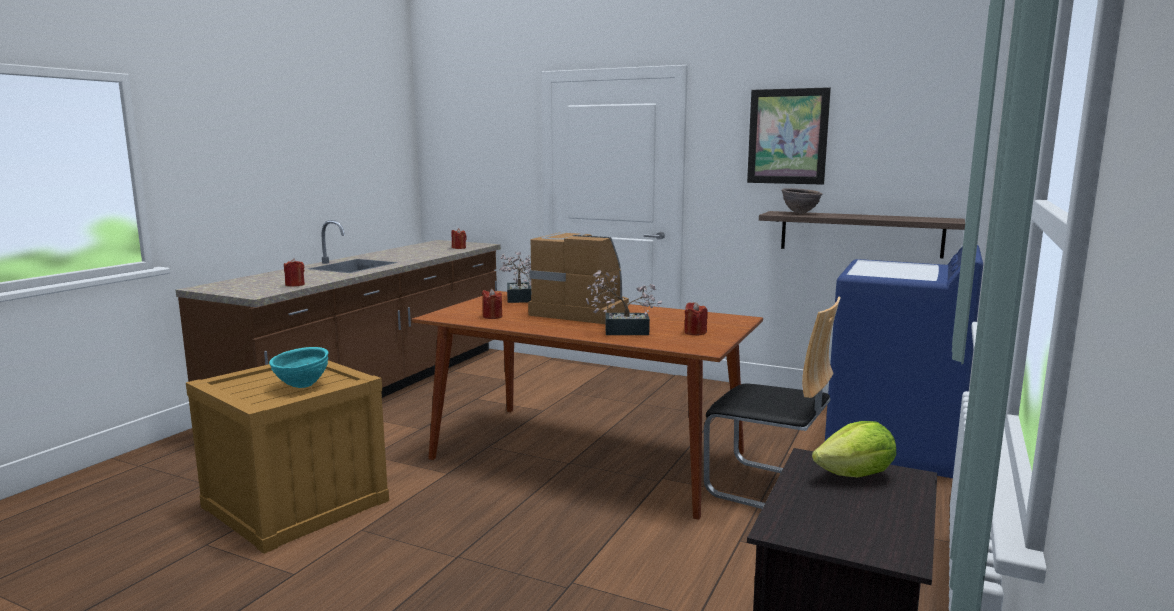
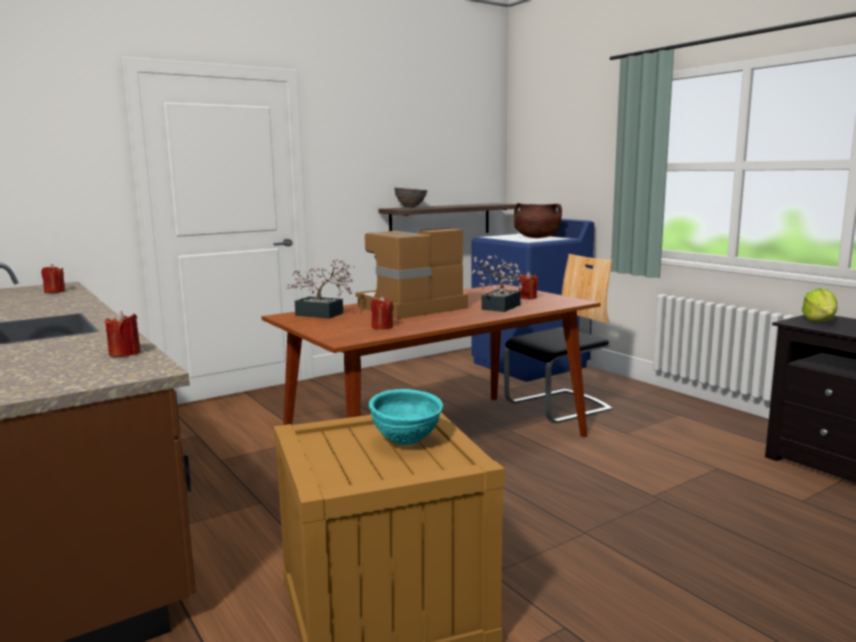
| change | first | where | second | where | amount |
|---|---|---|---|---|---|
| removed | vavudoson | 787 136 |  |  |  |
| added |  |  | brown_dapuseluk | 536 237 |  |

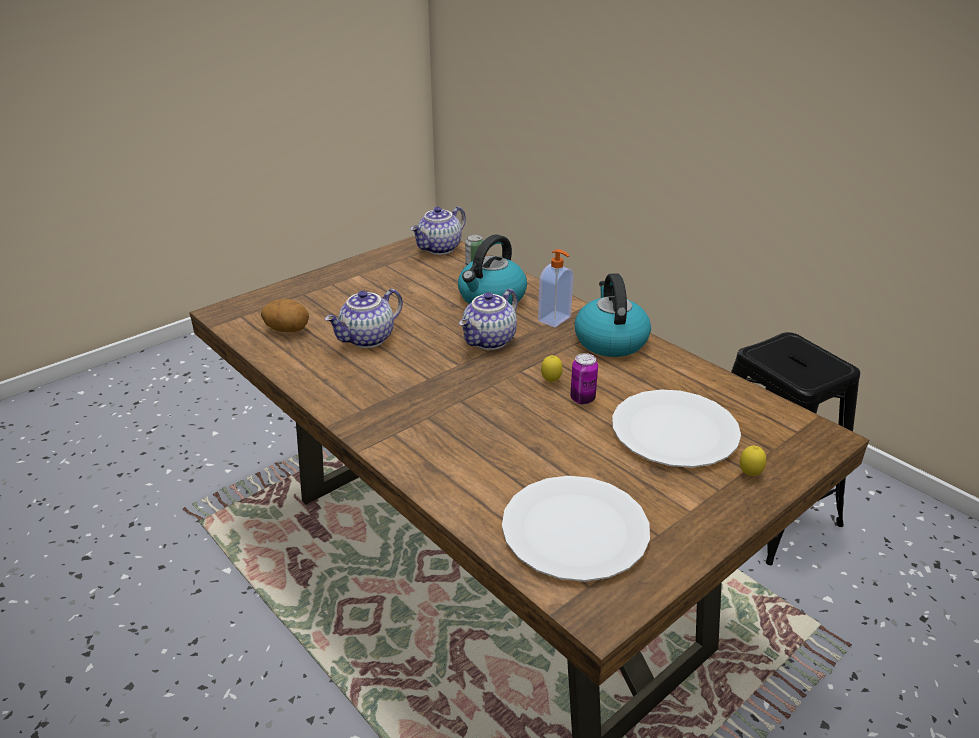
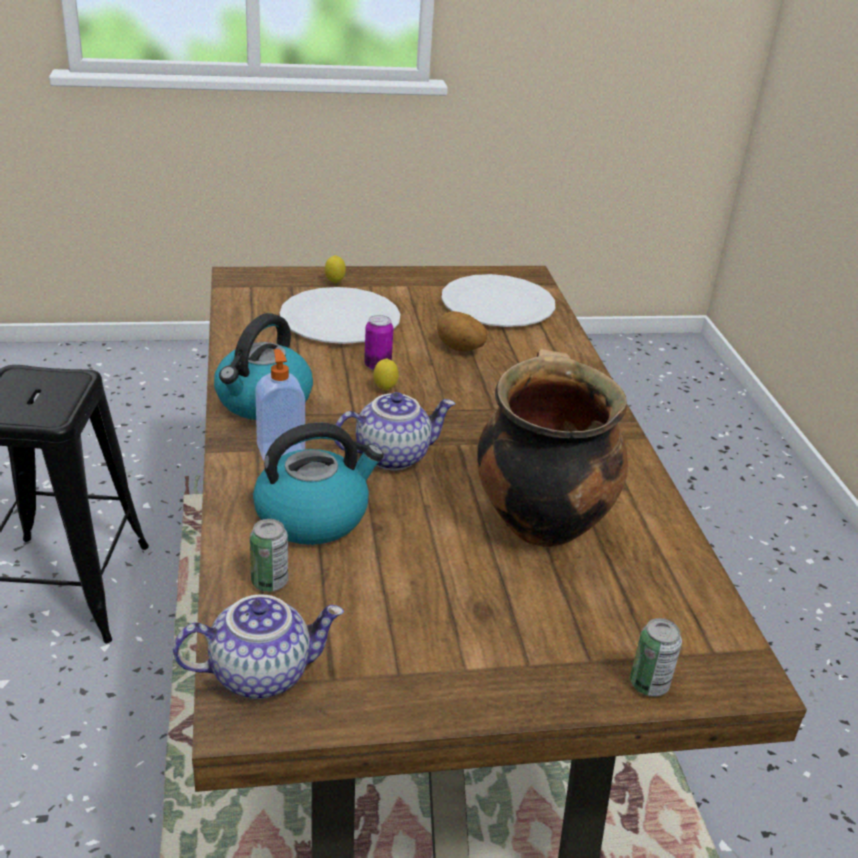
| change | first | where | second | where | amount |
|---|---|---|---|---|---|
| replaced | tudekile | 368 339 | dapuseluk | 539 521 |  |
| moved | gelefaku | 287 330 |  | 459 349 |  |
| added |  |  | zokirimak | 649 684 |  |

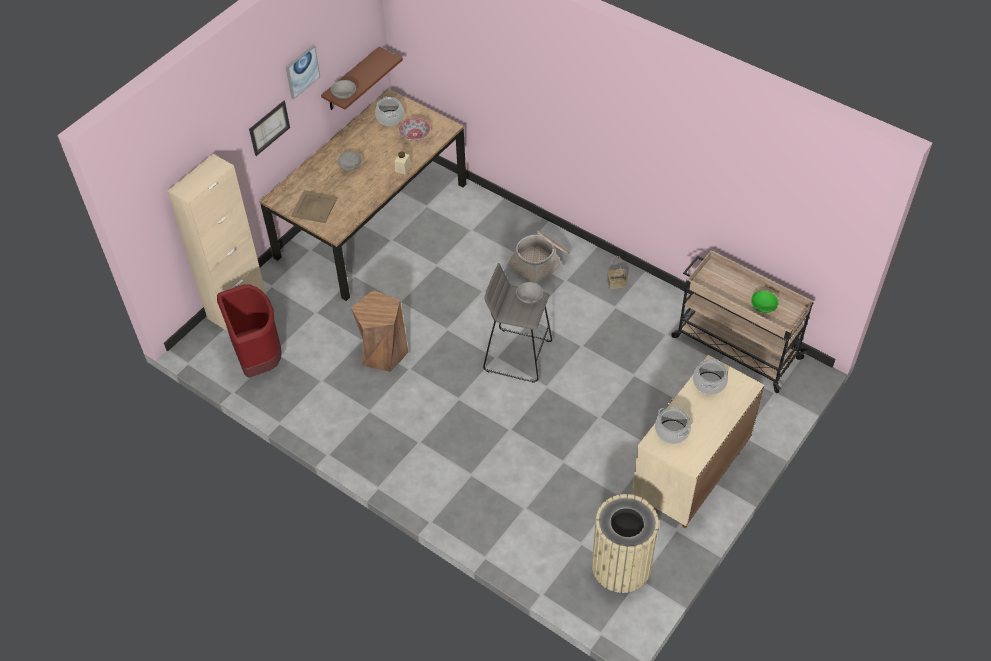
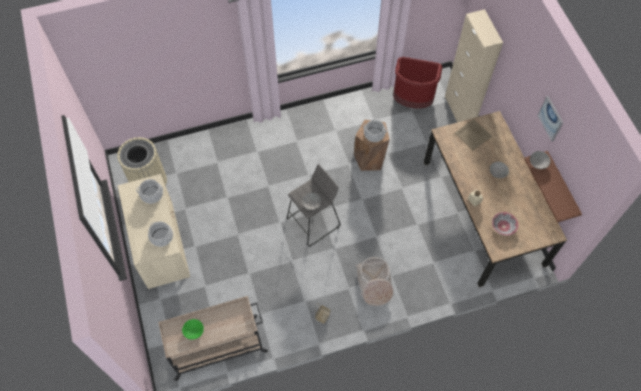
| change | first | where | second | where | amount |
|---|---|---|---|---|---|
| moved | dapuseluk | 389 118 |  | 374 134 |  |
| removed | vavudoson | 269 127 |  |  |  |

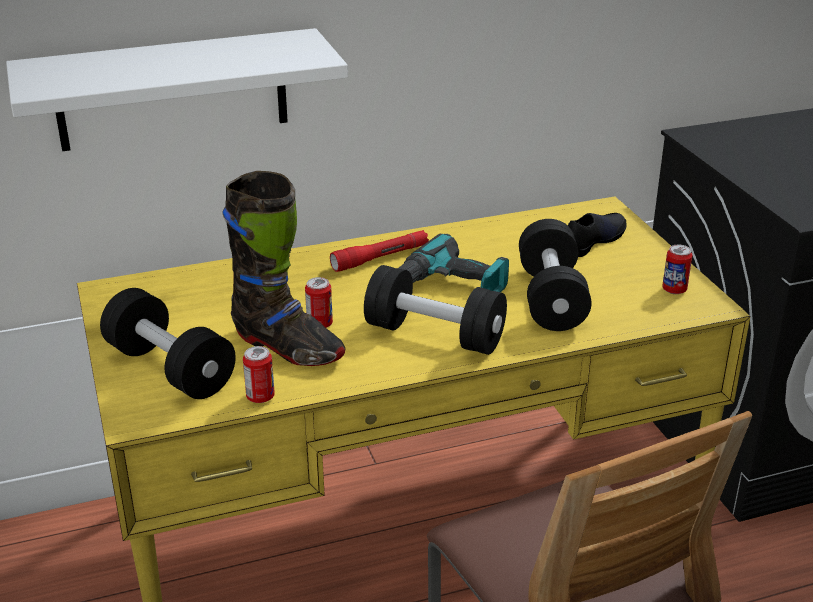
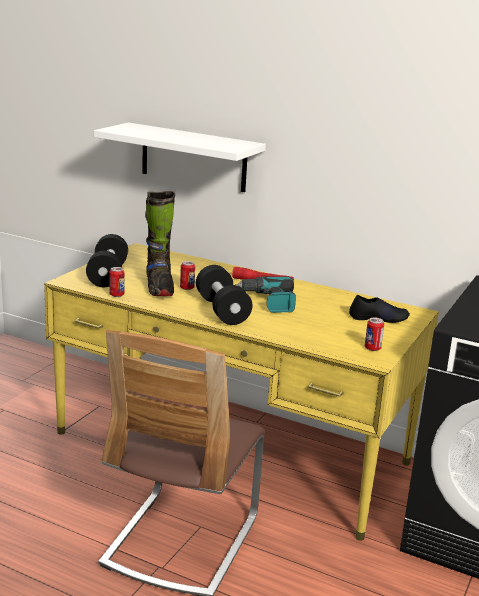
| change | first | where | second | where | amount |
|---|---|---|---|---|---|
| removed | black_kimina | 551 298 |  |  |  |

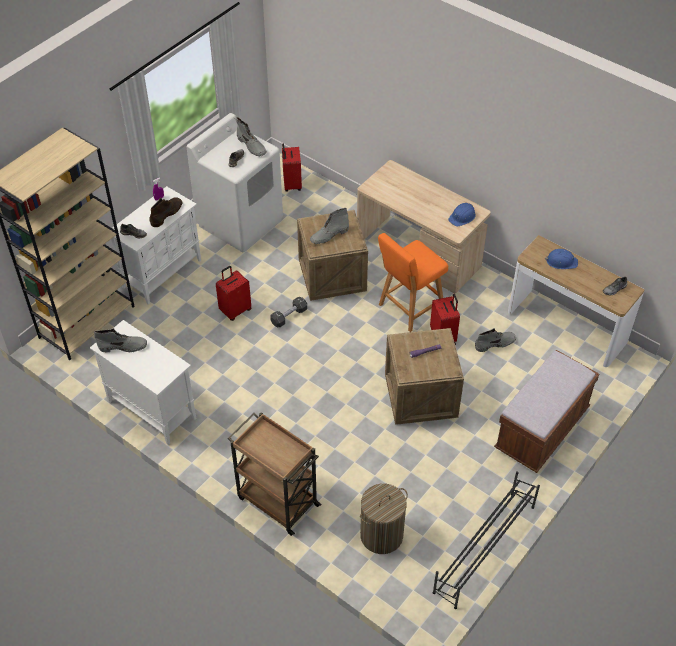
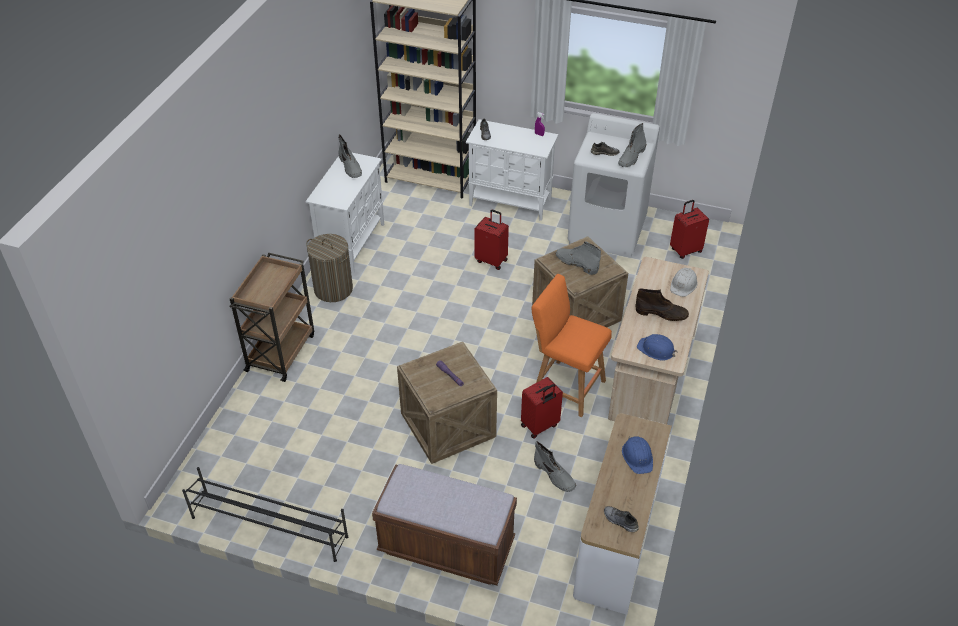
| change | first | where | second | where | amount |
|---|---|---|---|---|---|
| moved | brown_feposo | 166 214 |  | 661 313 |  |
| removed | black_kimina | 289 316 |  |  |  |
| moved | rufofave | 381 535 |  | 333 289 |  |
| added |  |  | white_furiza | 683 285 |  |

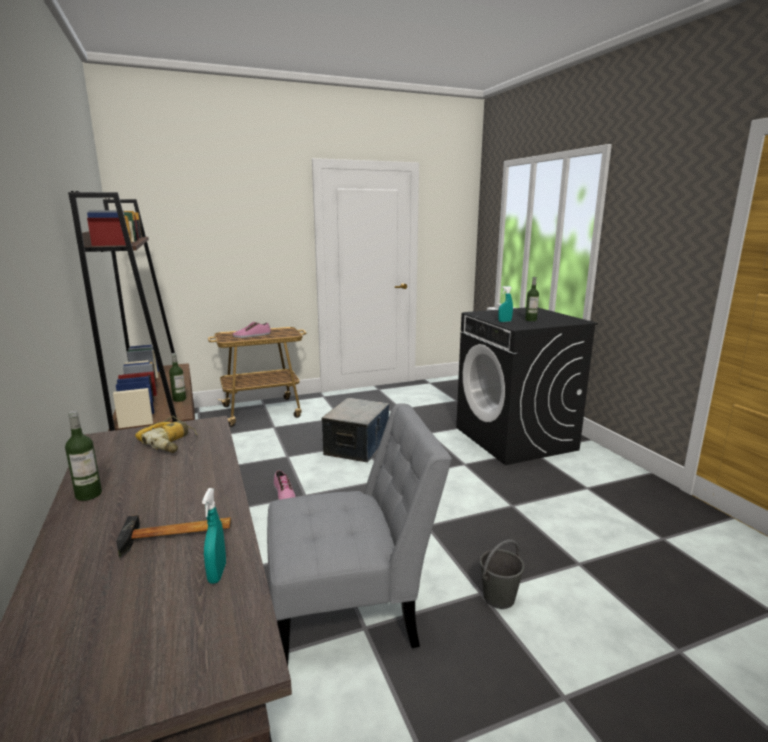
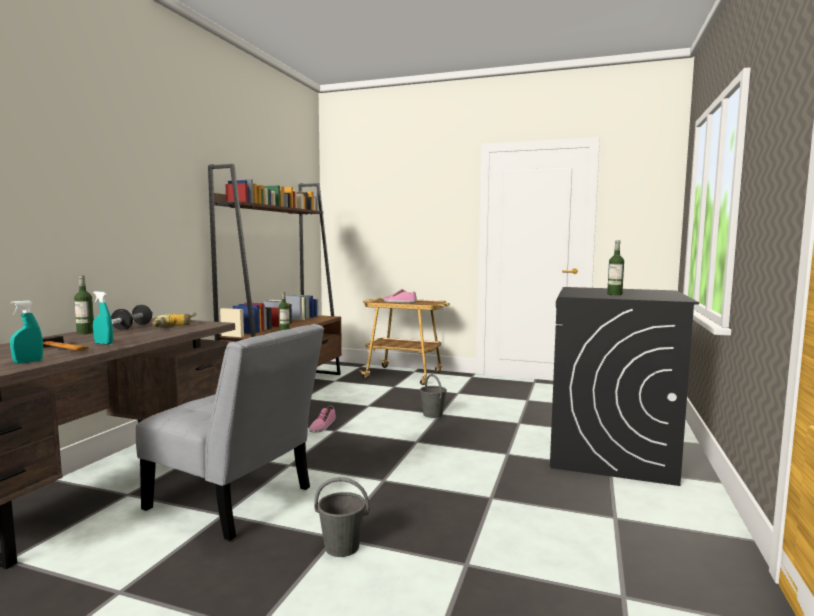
| change | first | where | second | where | amount |
|---|---|---|---|---|---|
| moved | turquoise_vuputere | 504 321 |  | 103 343 |  |
| replaced | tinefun | 357 447 | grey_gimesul | 433 414 |  |
| added |  |  | kimina | 132 327 |  |

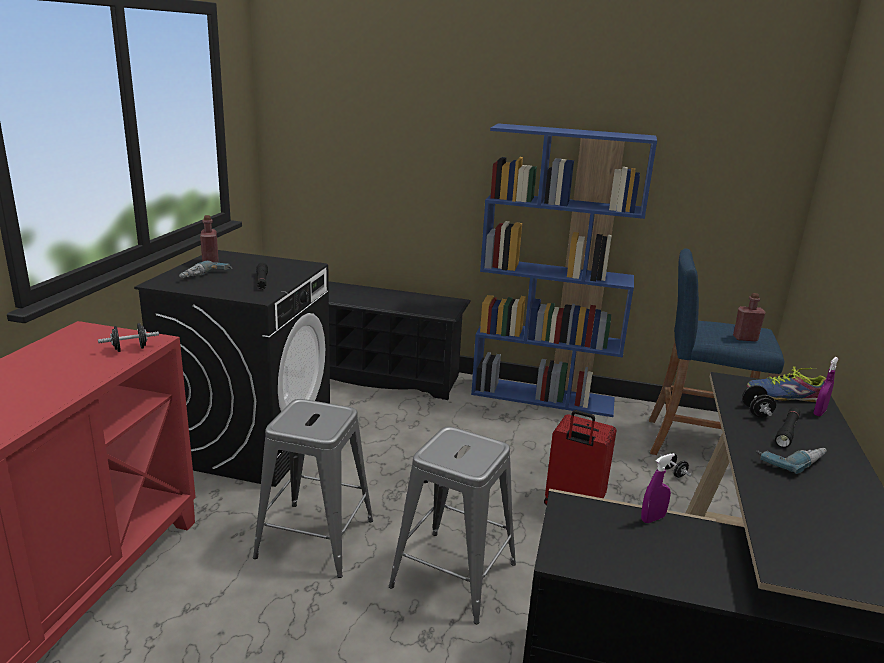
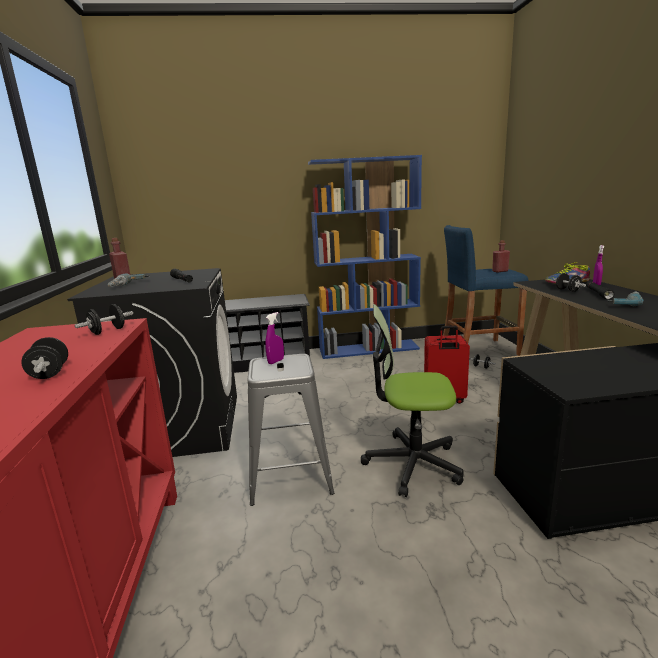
| change | first | where | second | where | amount |
|---|---|---|---|---|---|
| replaced | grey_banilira | 454 575 | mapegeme | 412 463 |  |
| moved | purple_vuputere | 652 518 |  | 276 361 |  |
| added |  |  | black_kimina | 50 373 |  |

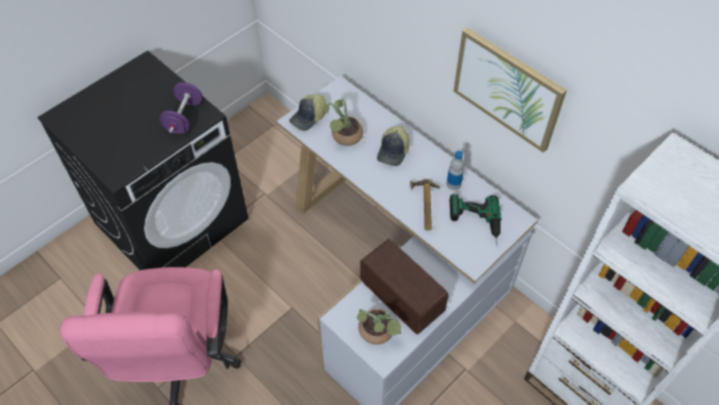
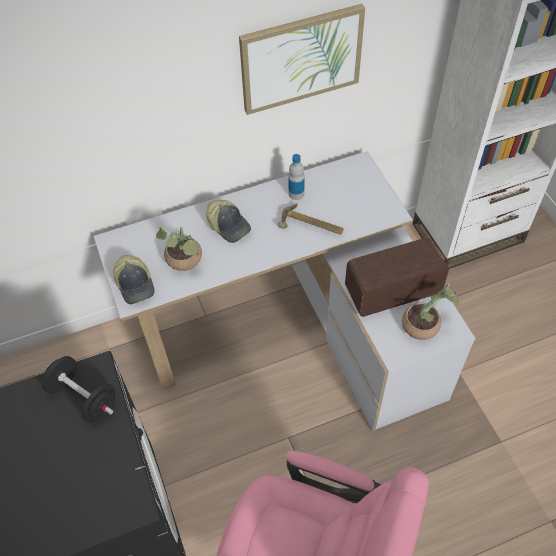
| change | first | where | second | where | amount |
|---|---|---|---|---|---|
| recoloured | purple_kimina | 184 118 | black_kimina | 84 398 |  |
| removed | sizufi | 475 224 |  |  |  |

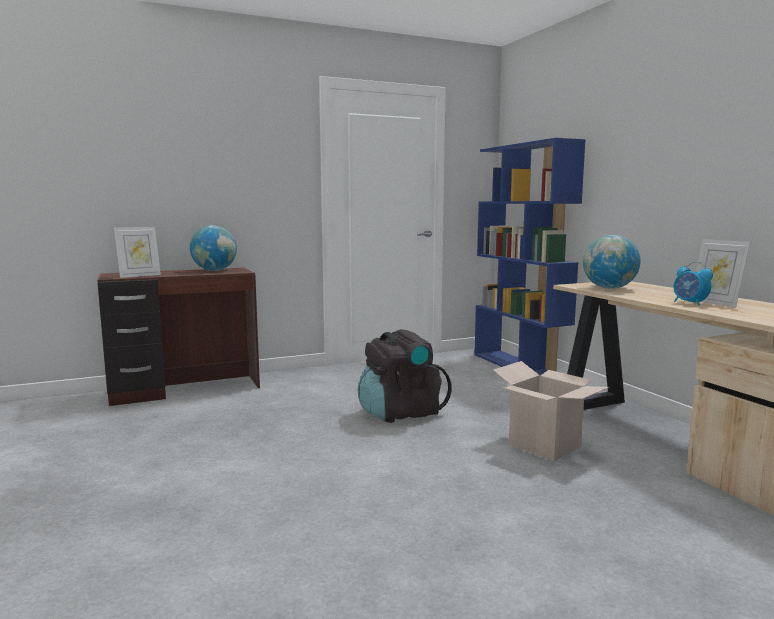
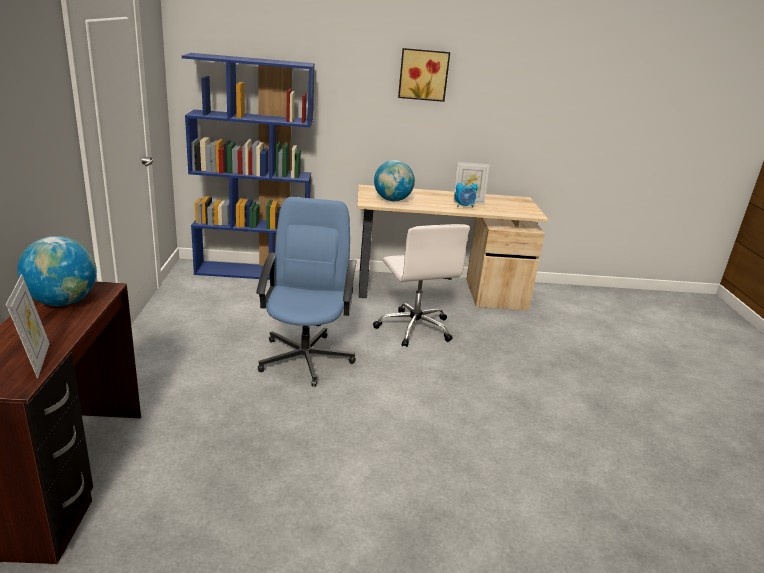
| change | first | where | second | where | amount |
|---|---|---|---|---|---|
| replaced | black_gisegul | 400 413 | blue_mapegeme | 306 358 |  |
| replaced | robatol | 544 446 | white_mapegeme | 414 328 |  |
| added |  |  | vavudoson | 423 74 |  |

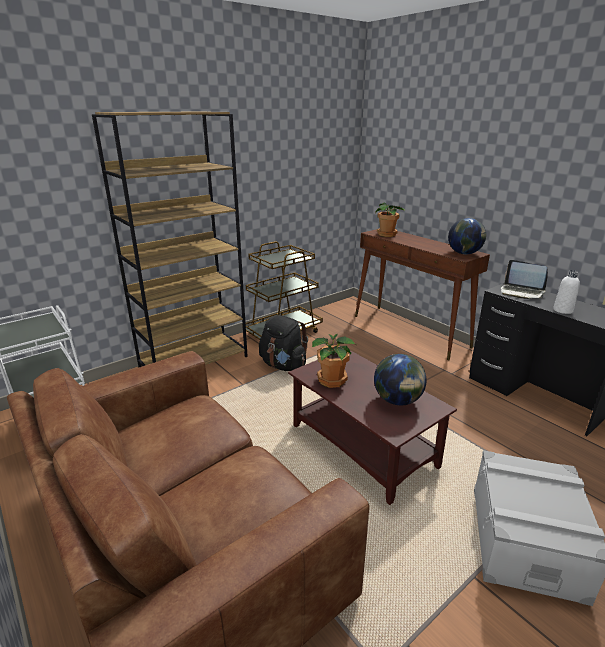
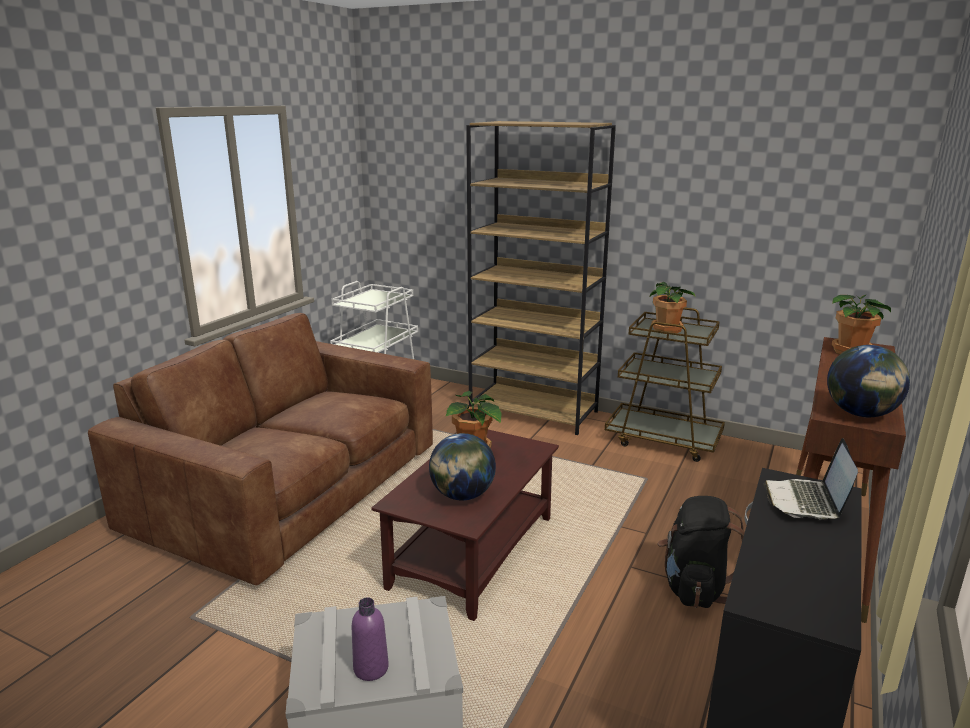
| change | first | where | second | where | amount |
|---|---|---|---|---|---|
| removed | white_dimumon | 562 310 |  |  |  |
| moved | black_gisegul | 283 365 |  | 696 588 |  |
| added |  |  | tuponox | 667 329 |  |
| added |  |  | purple_dimumon | 371 668 |  |

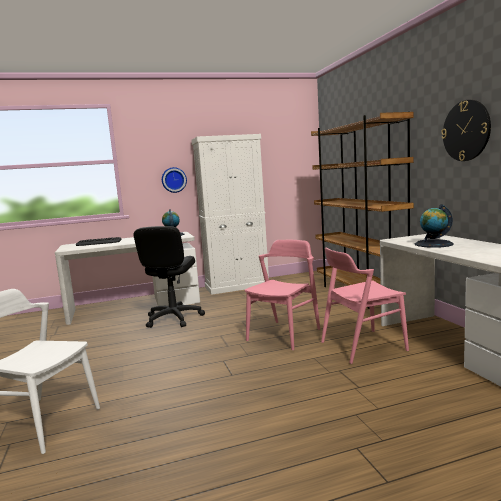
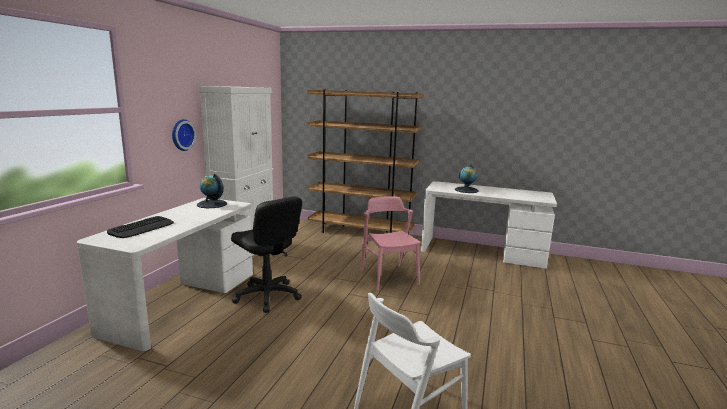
| change | first | where | second | where | amount |
|---|---|---|---|---|---|
| removed | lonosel | 466 130 |  |  |  |
| removed | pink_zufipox | 362 346 |  |  |  |

